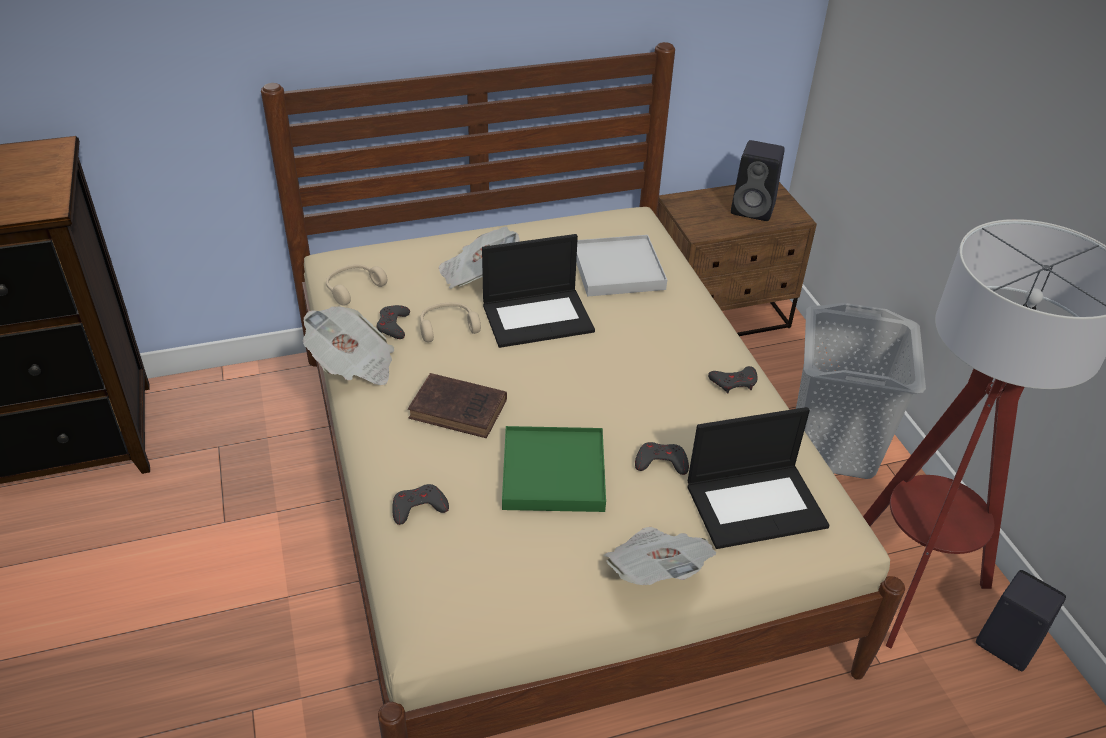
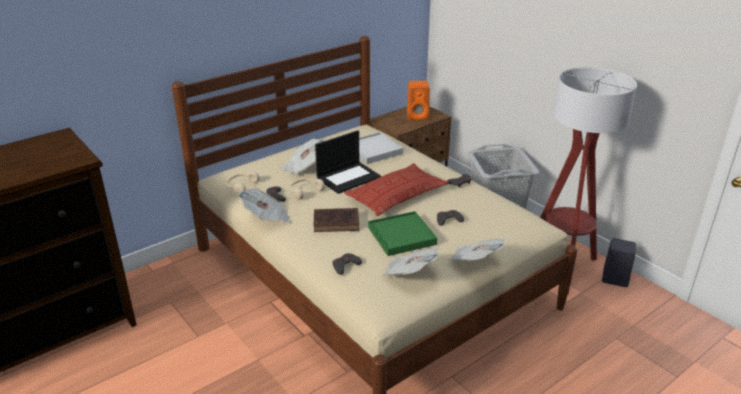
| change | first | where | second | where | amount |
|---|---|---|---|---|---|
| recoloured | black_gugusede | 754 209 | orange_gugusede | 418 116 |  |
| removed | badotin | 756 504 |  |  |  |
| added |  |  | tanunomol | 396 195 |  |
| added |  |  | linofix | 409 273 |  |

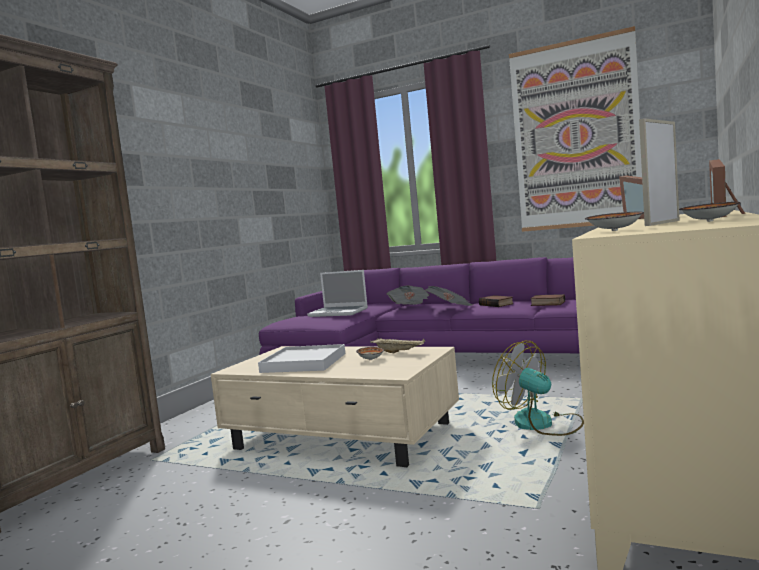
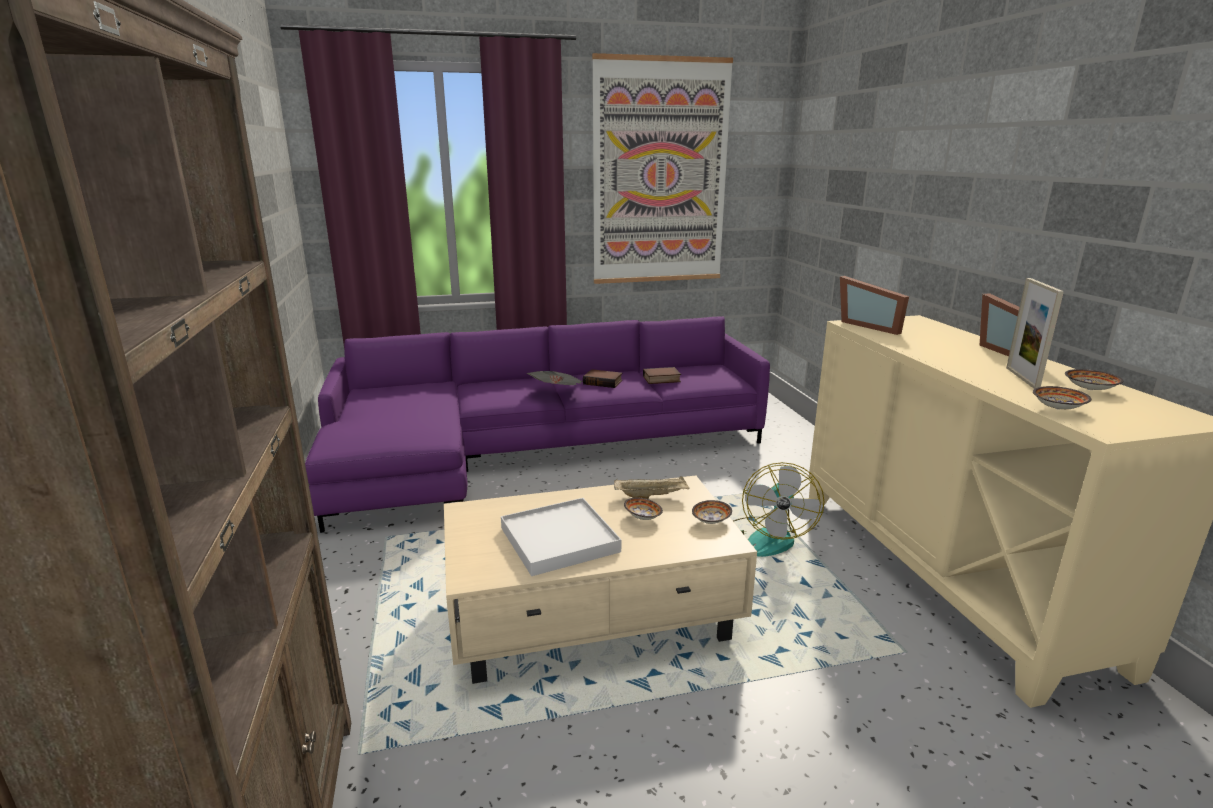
| change | first | where | second | where | amount |
|---|---|---|---|---|---|
| removed | badotin | 339 312 |  |  |  |
| removed | linofix | 410 307 |  |  |  |
| turned | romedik | 542 424 |  | 768 537 | 90 degrees counterclockwise |
| added |  |  | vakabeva | 711 521 |  |

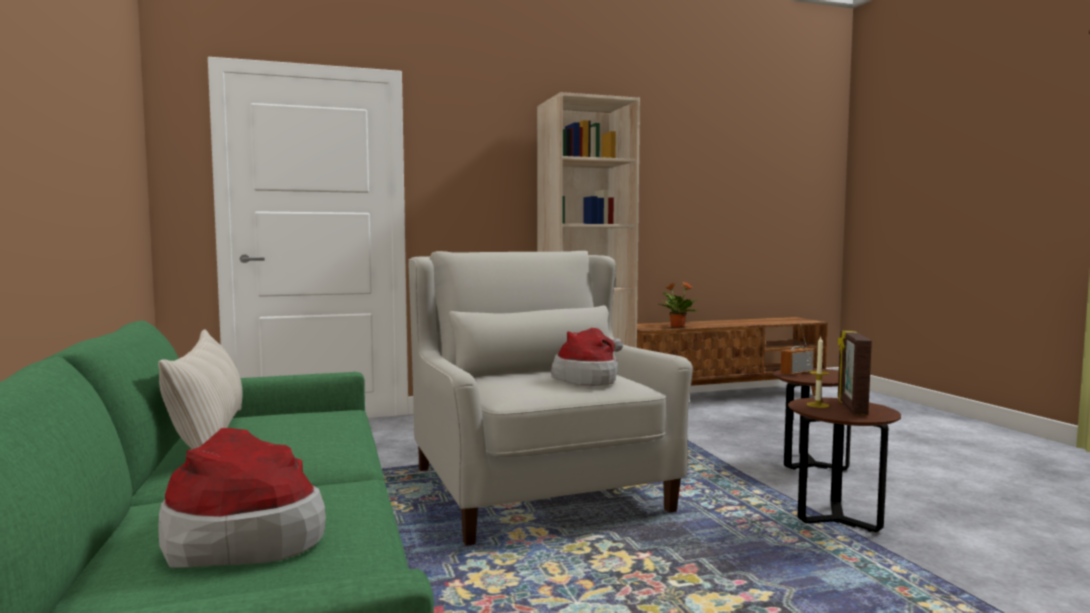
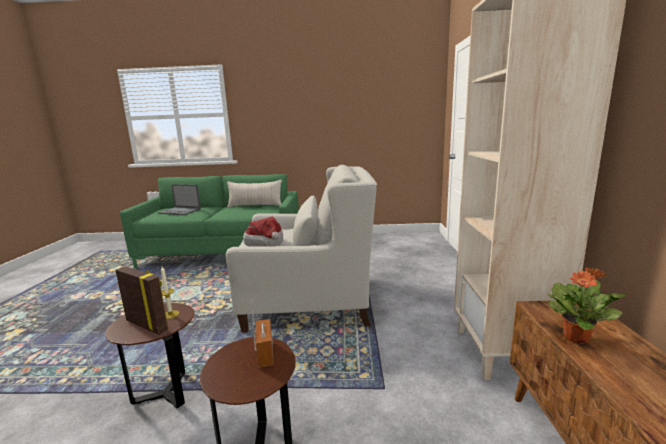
| change | first | where | second | where | amount |
|---|---|---|---|---|---|
| replaced | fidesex | 243 536 | badotin | 180 211 |  |

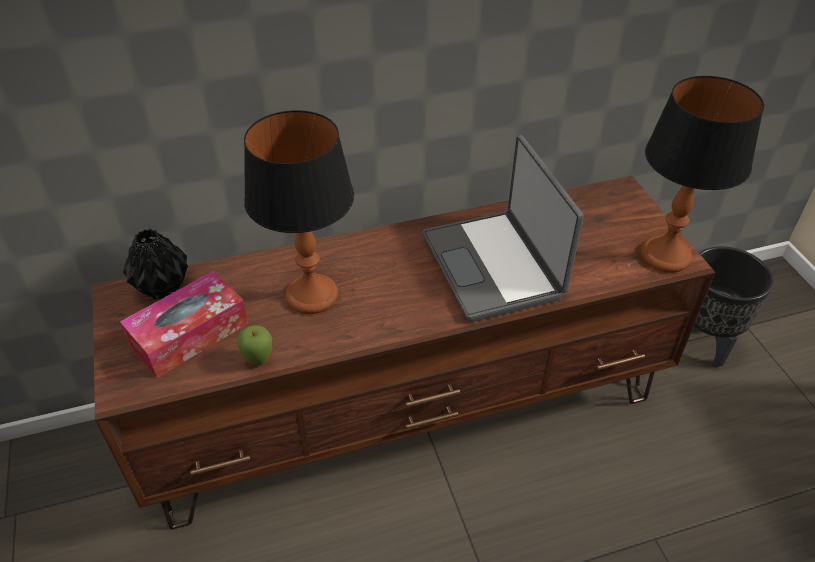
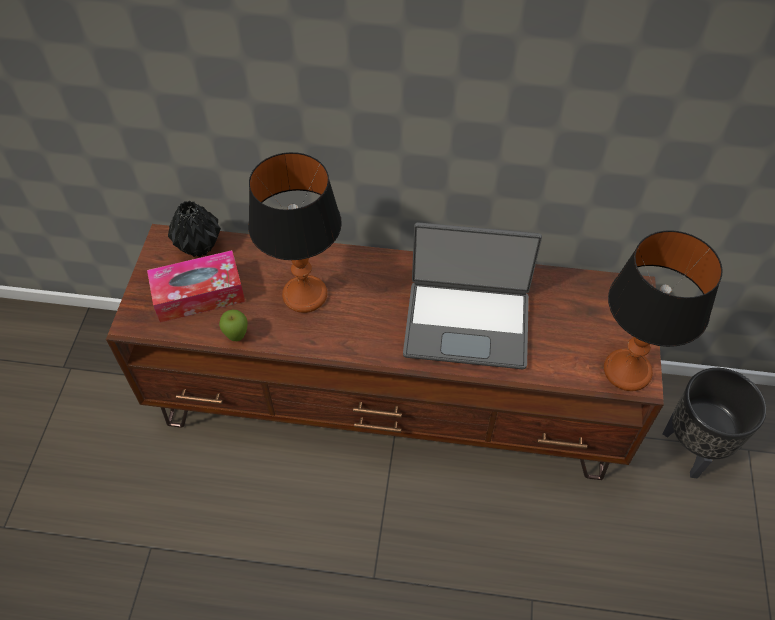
| change | first | where | second | where | amount |
|---|---|---|---|---|---|
| turned | badotin | 494 266 |  | 467 323 | 90 degrees counterclockwise |

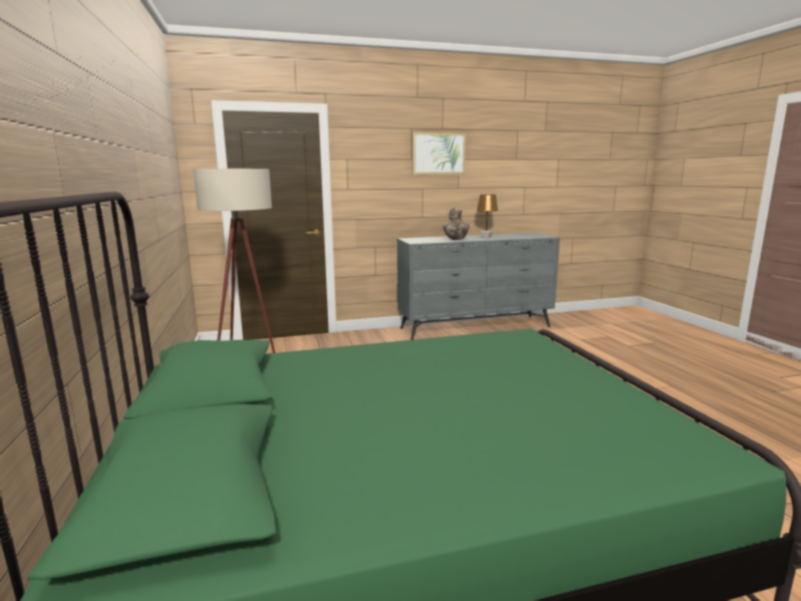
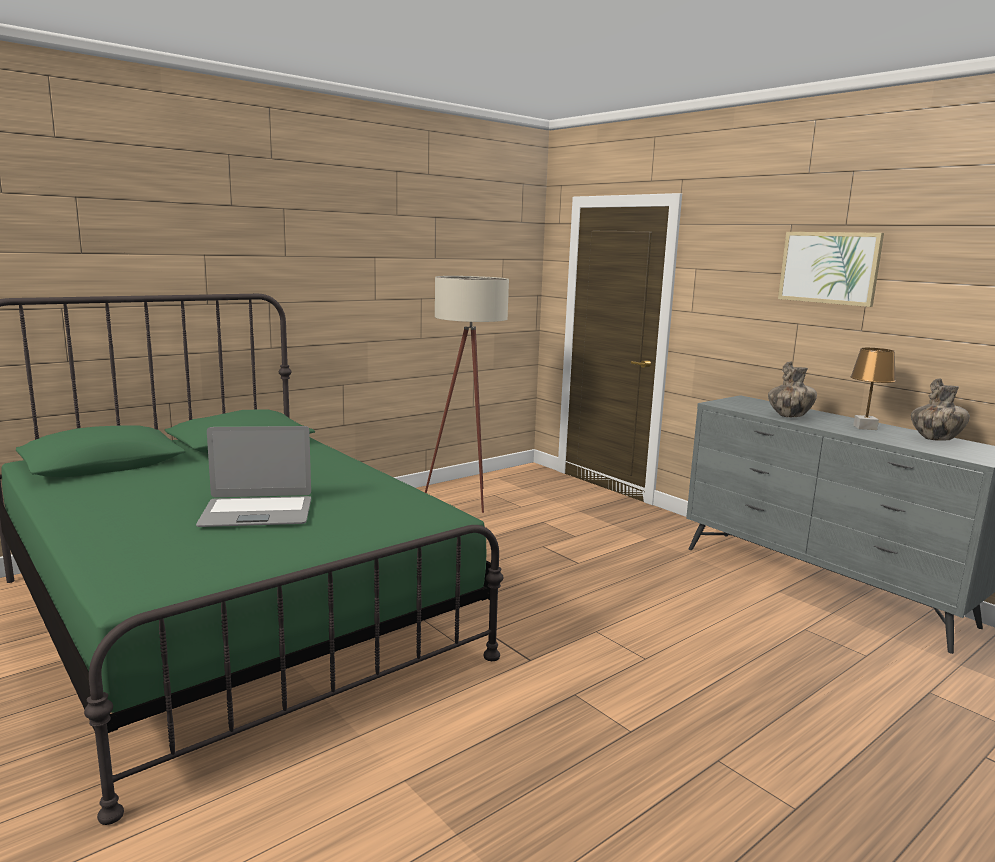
| change | first | where | second | where | amount |
|---|---|---|---|---|---|
| added |  |  | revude | 935 439 |  |
| added |  |  | badotin | 257 513 |  |

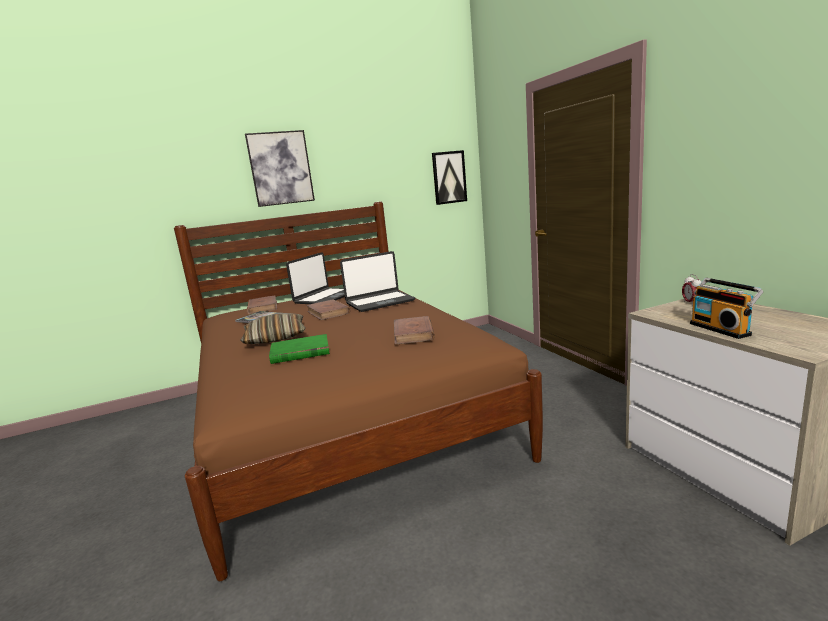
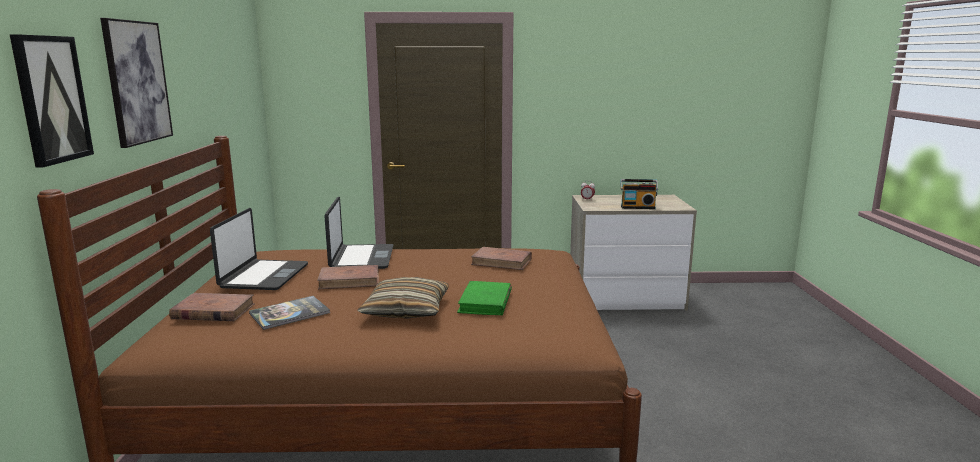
| change | first | where | second | where | amount |
|---|---|---|---|---|---|
| moved | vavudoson | 449 177 |  | 51 99 |  |
| turned | badotin | 325 297 |  | 263 276 | 45 degrees clockwise |

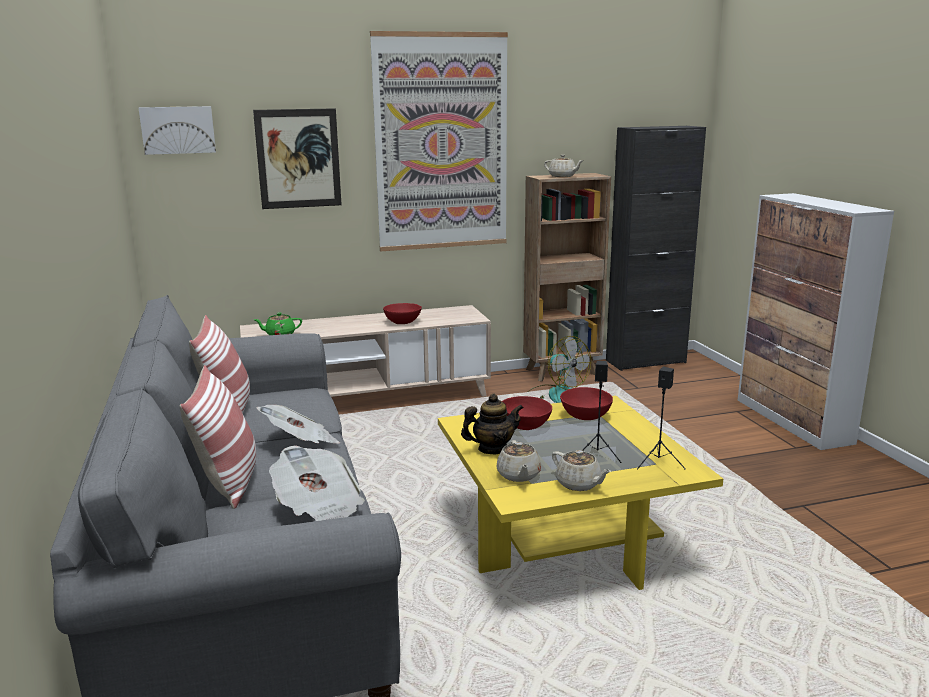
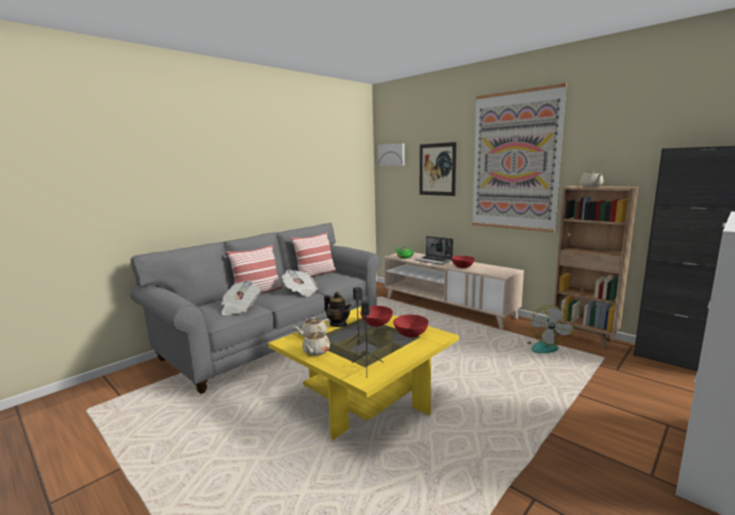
| change | first | where | second | where | amount |
|---|---|---|---|---|---|
| added |  |  | badotin | 434 261 |  |

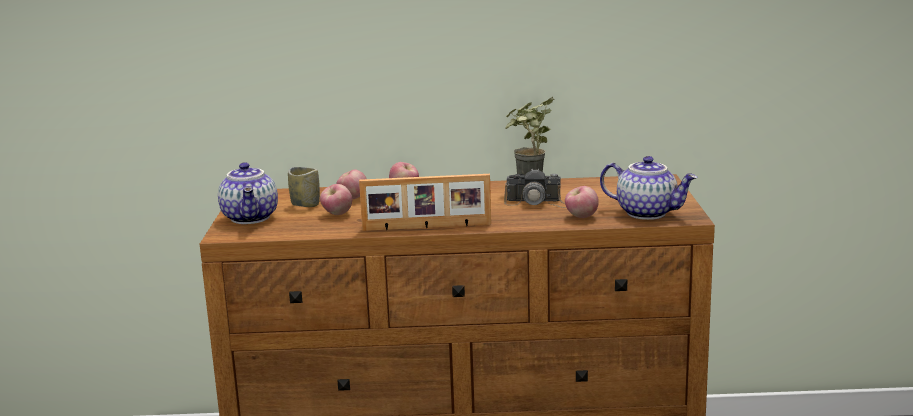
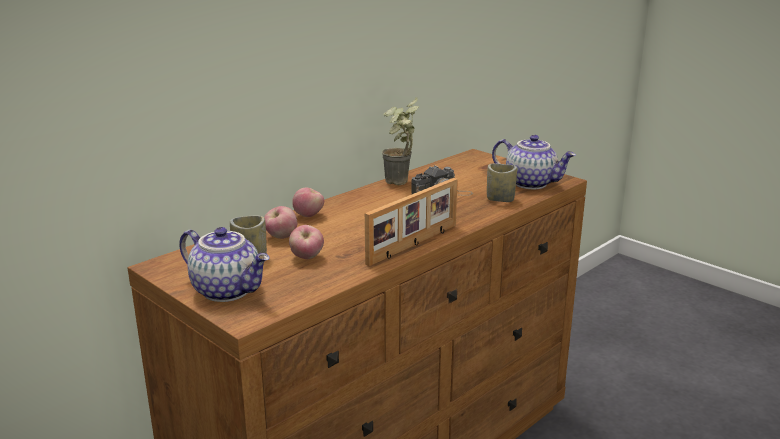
| change | first | where | second | where | amount |
|---|---|---|---|---|---|
| turned | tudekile | 647 213 |  | 531 183 | 45 degrees clockwise |
| replaced | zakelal | 581 217 | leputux | 500 199 |  |

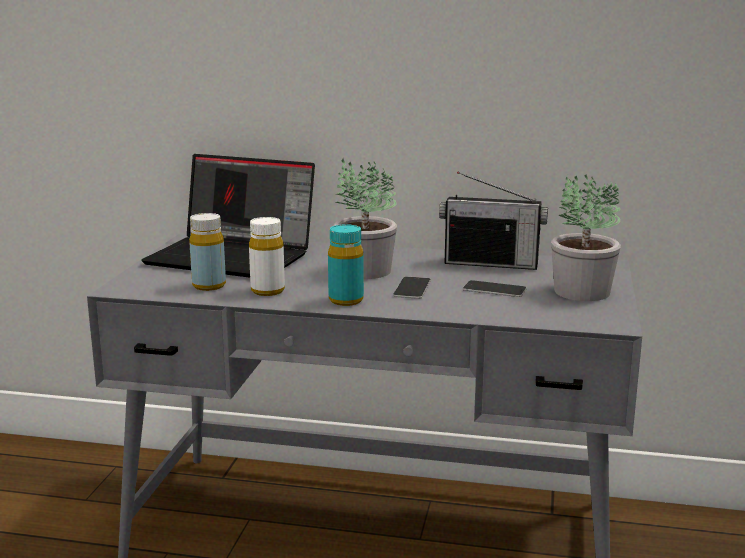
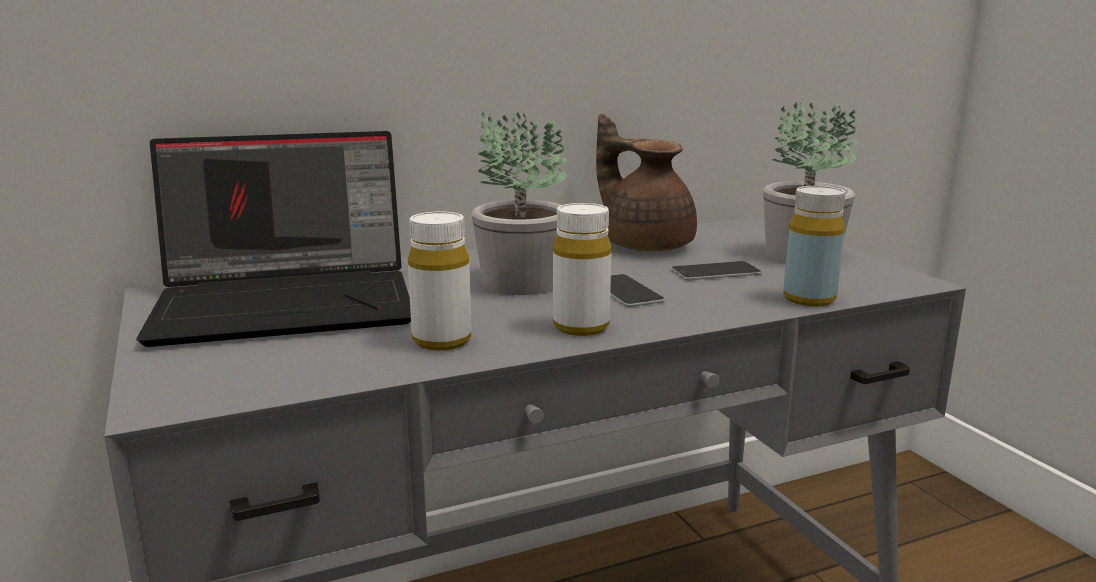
| change | first | where | second | where | amount |
|---|---|---|---|---|---|
| replaced | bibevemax | 491 263 | brown_tudekile | 645 244 |  |
| moved | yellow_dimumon | 209 286 |  | 809 299 |  |
| recoloured | turquoise_dimumon | 346 300 | white_dimumon | 581 327 |  |

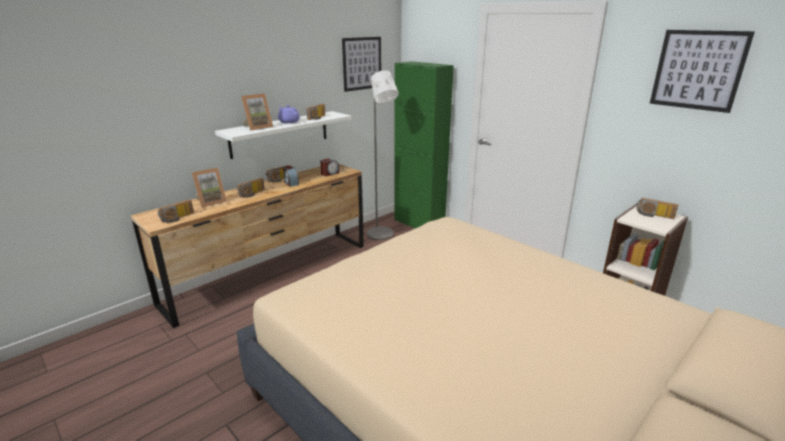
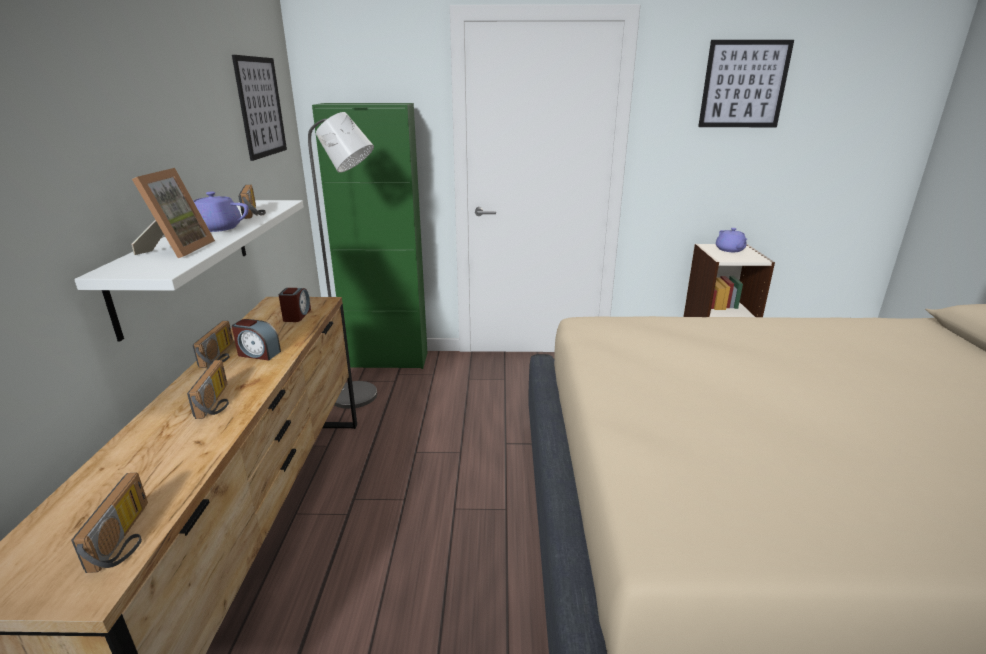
| change | first | where | second | where | amount |
|---|---|---|---|---|---|
| removed | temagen | 211 202 |  |  |  |
| replaced | bibevemax | 654 215 | purple_tudekile | 730 250 |  |

